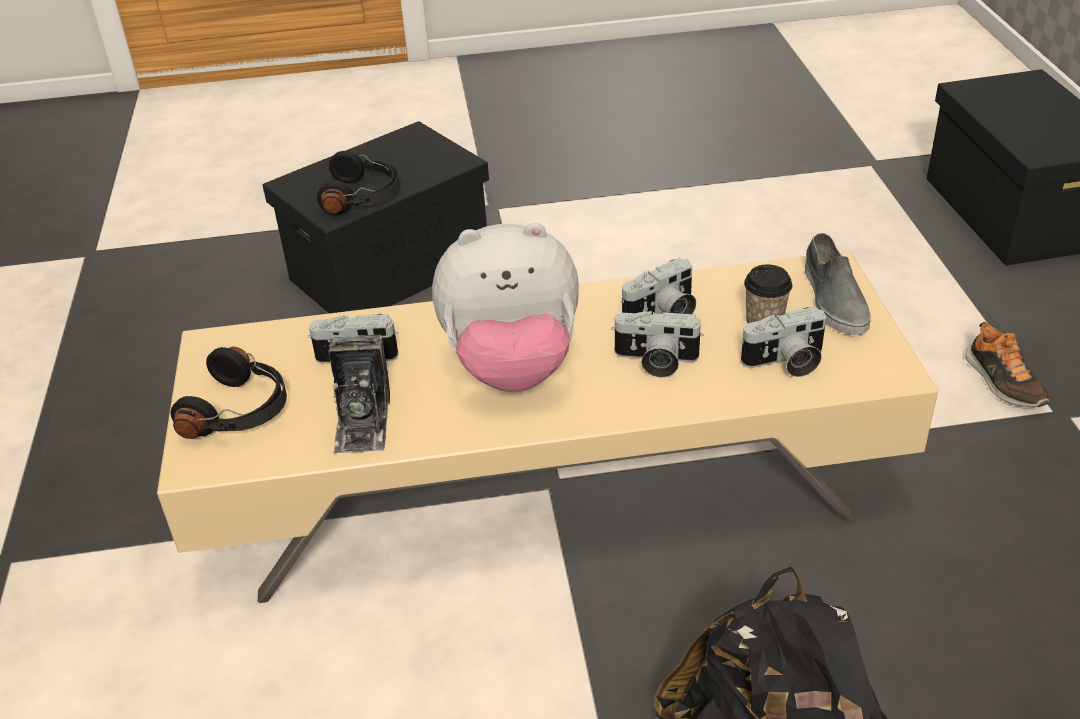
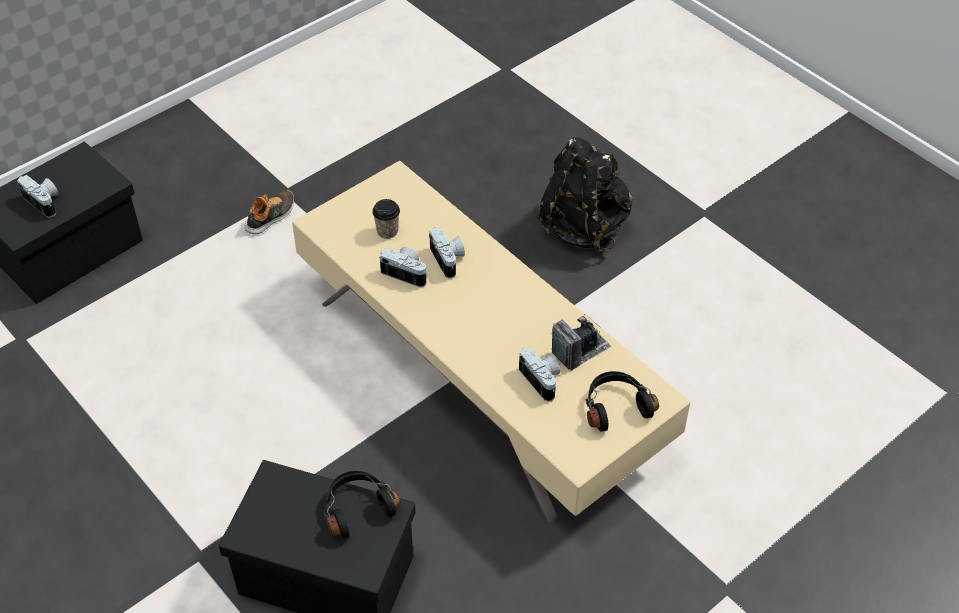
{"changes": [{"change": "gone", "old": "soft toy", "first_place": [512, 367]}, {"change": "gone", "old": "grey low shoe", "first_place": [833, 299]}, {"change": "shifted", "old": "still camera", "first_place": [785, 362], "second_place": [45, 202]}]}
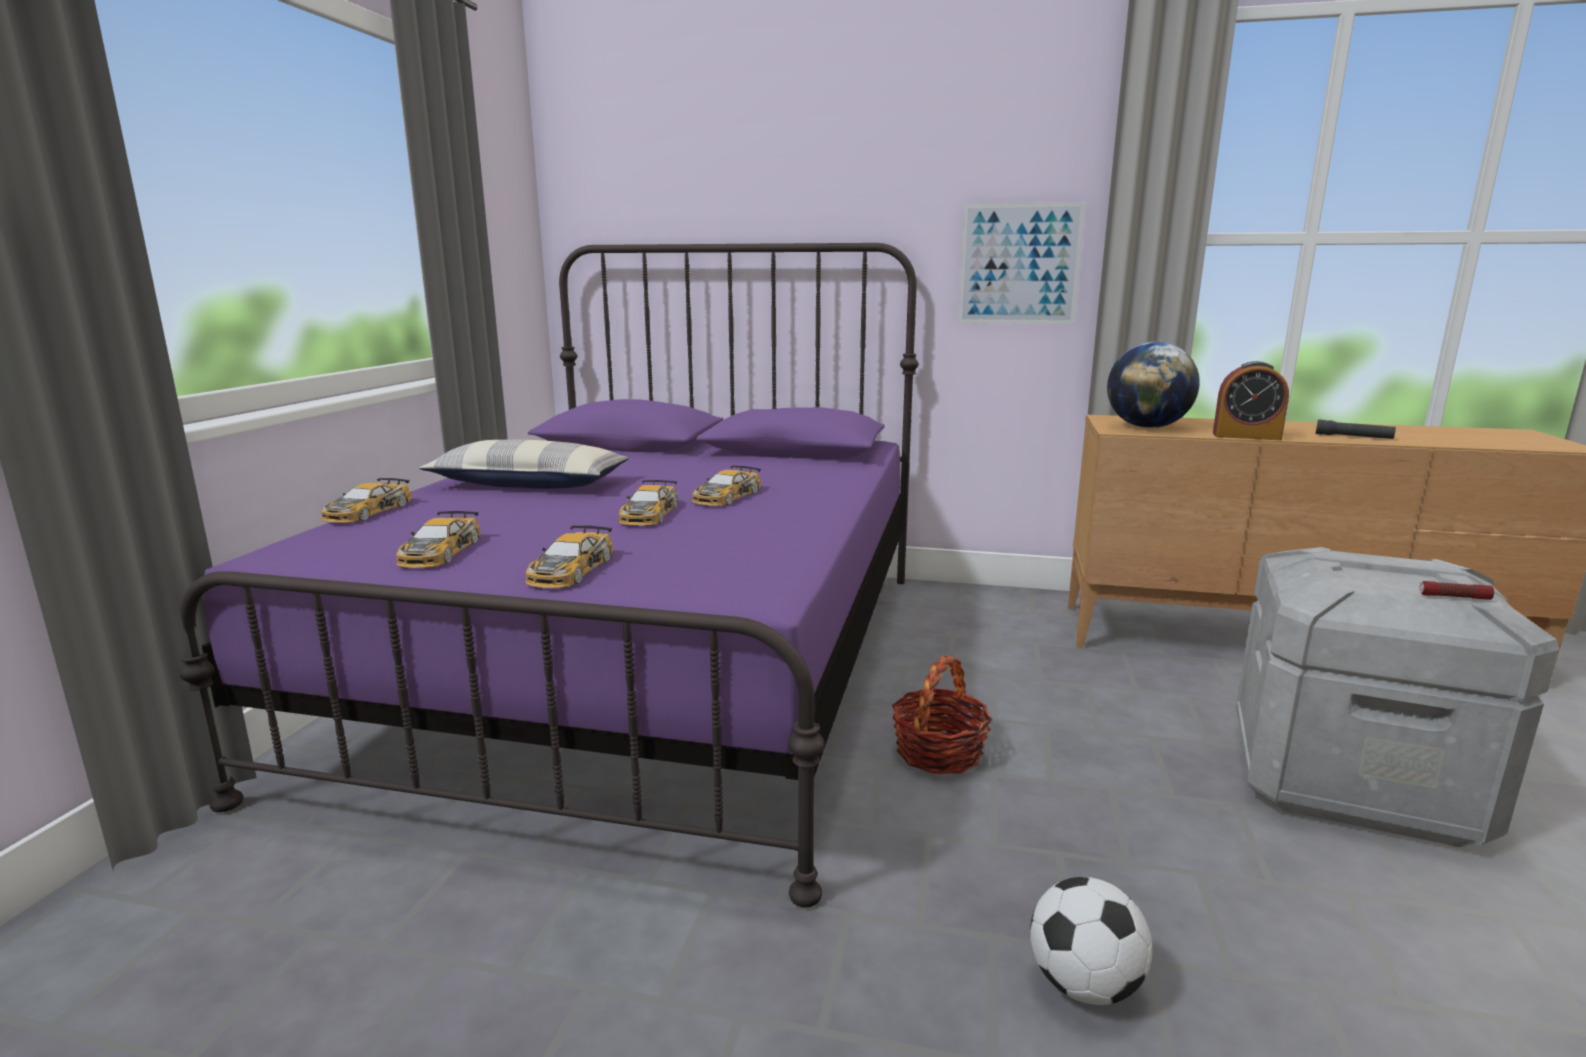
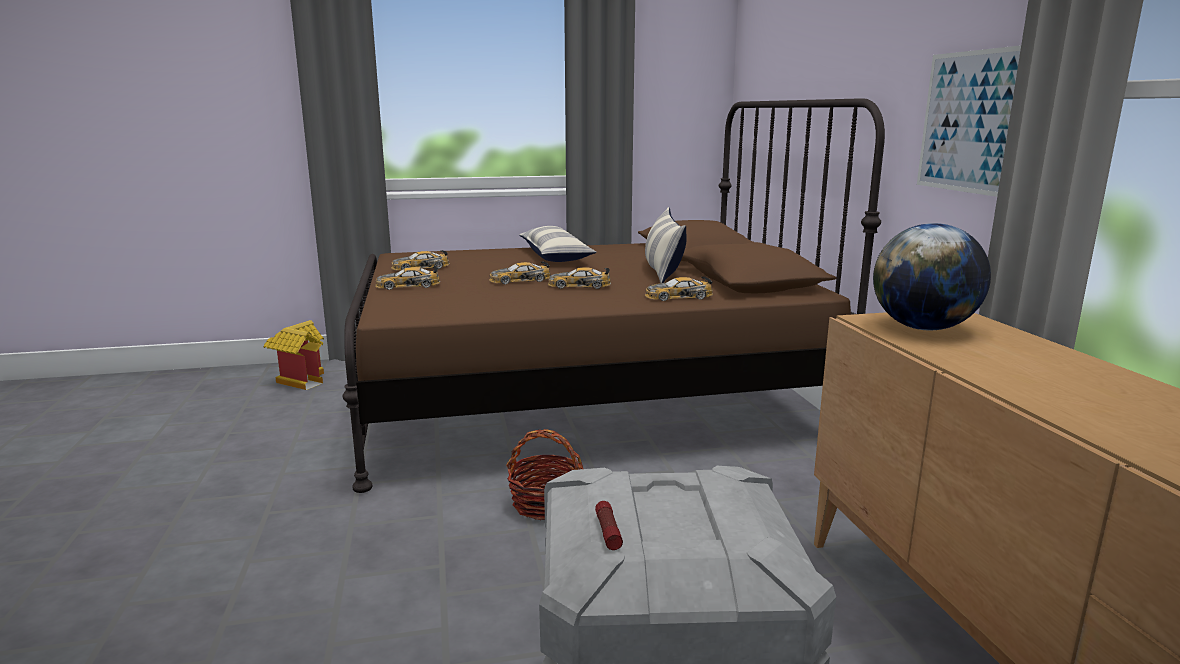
{"changes": [{"change": "repainted", "old": "purple-coloured sleeping bed", "new": "brownish sleeping bed", "first_place": [654, 664], "second_place": [584, 396]}, {"change": "gone", "old": "table clock", "first_place": [1246, 436]}, {"change": "gone", "old": "black-coloured hand torch", "first_place": [1353, 437]}, {"change": "shifted", "old": "toy car", "first_place": [368, 512], "second_place": [678, 297]}, {"change": "gone", "old": "football", "first_place": [1084, 985]}, {"change": "new", "new": "pillow", "second_place": [663, 270]}, {"change": "new", "new": "model house", "second_place": [300, 380]}]}
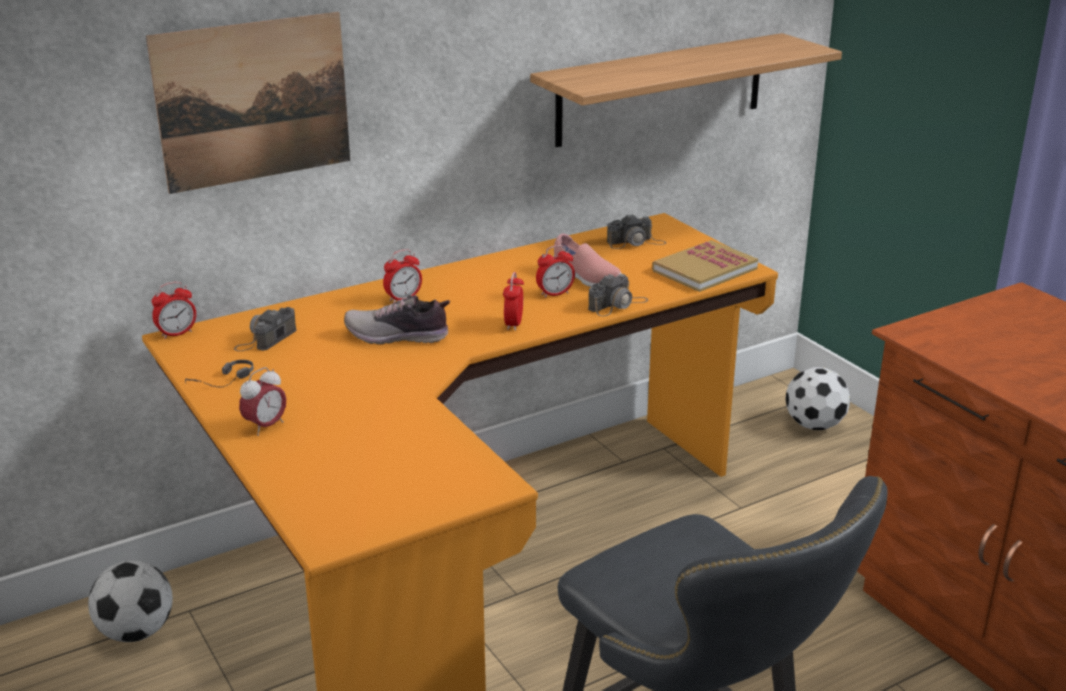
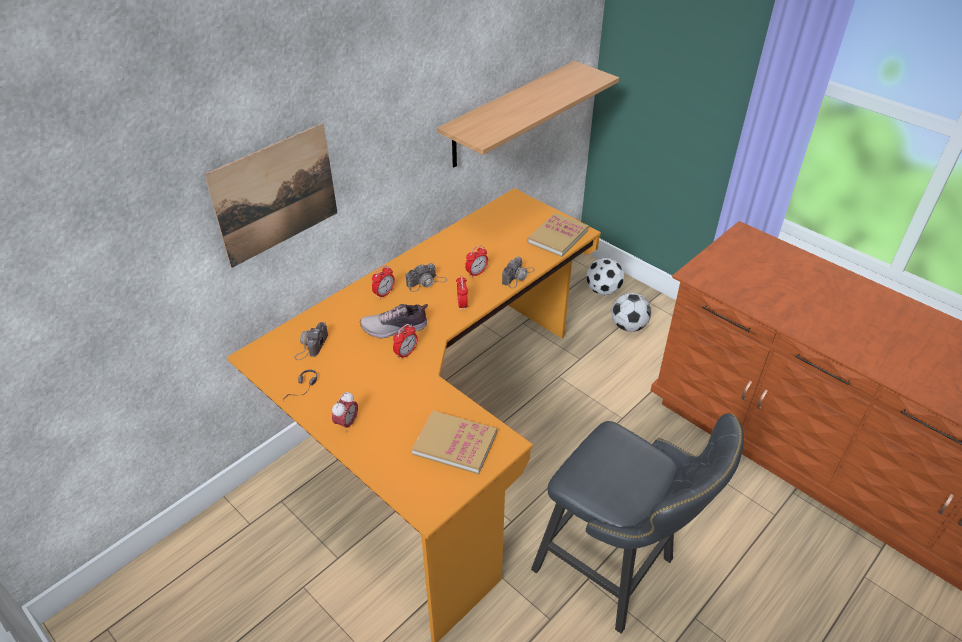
{"changes": [{"change": "shifted", "old": "still camera", "first_place": [636, 242], "second_place": [426, 282]}, {"change": "gone", "old": "pinkish low shoe", "first_place": [585, 278]}, {"change": "shifted", "old": "table clock", "first_place": [177, 333], "second_place": [406, 353]}, {"change": "shifted", "old": "football", "first_place": [136, 632], "second_place": [628, 326]}, {"change": "new", "new": "bound book", "second_place": [455, 444]}]}
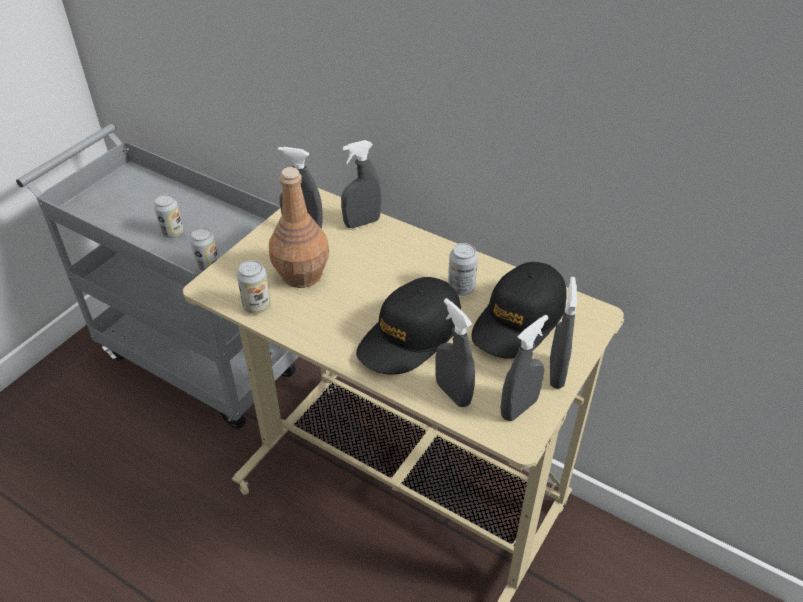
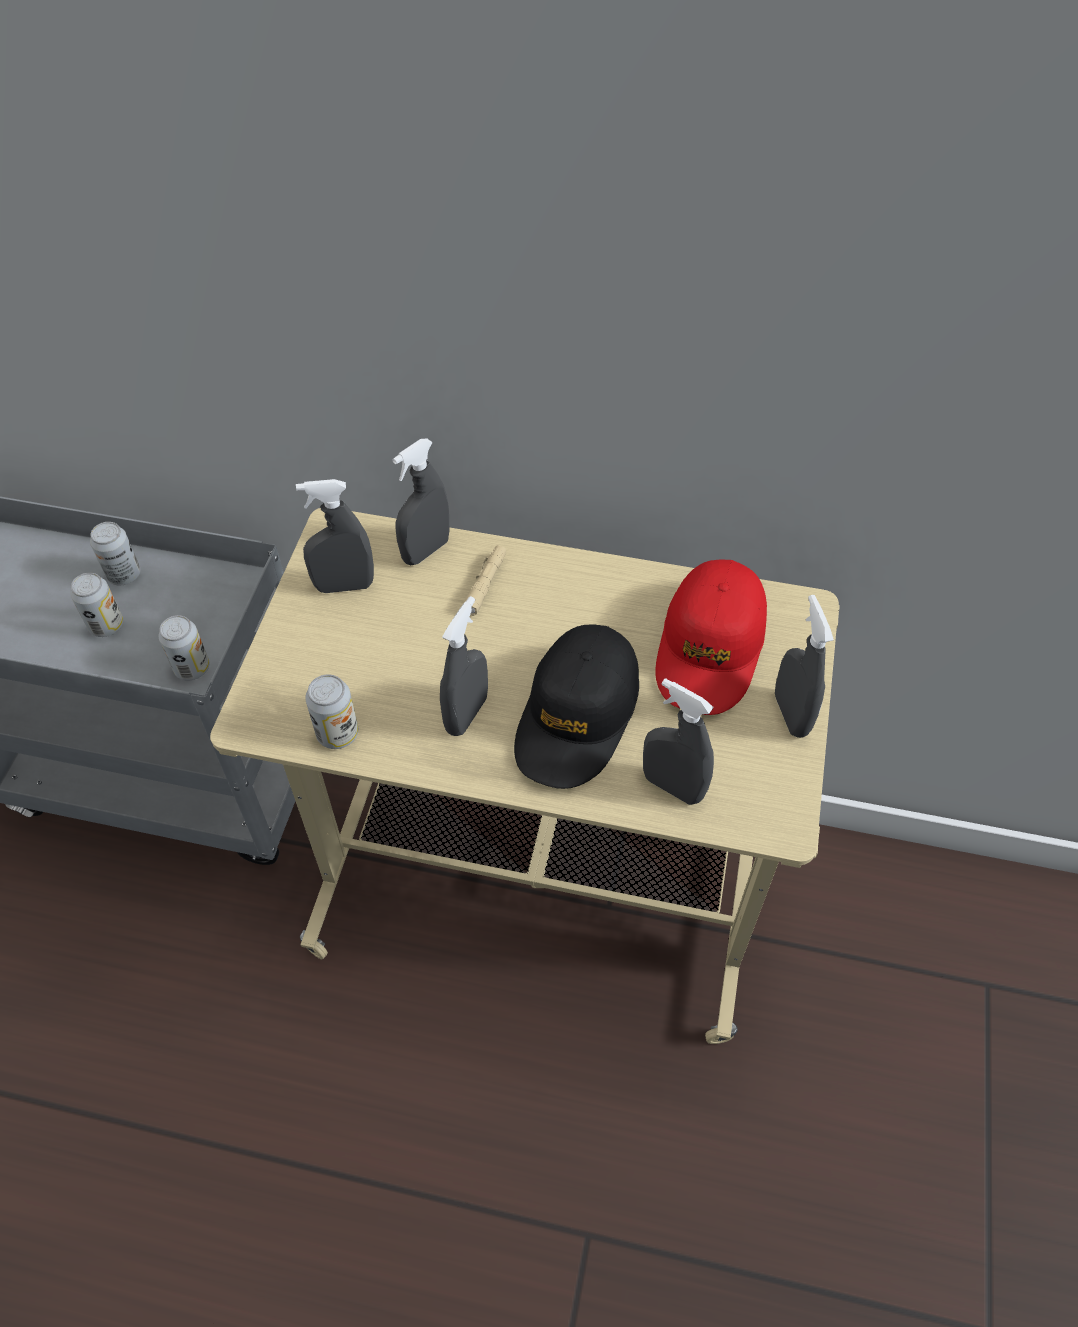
{"changes": [{"change": "gone", "old": "brownish beverage bottle", "first_place": [301, 275]}, {"change": "shifted", "old": "sealed can", "first_place": [461, 288], "second_place": [124, 575]}, {"change": "repainted", "old": "black-coloured baseball cap", "new": "red-coloured baseball cap", "first_place": [519, 320], "second_place": [710, 648]}, {"change": "shifted", "old": "grey hand sprayer", "first_place": [519, 408], "second_place": [466, 714]}, {"change": "new", "new": "beige-coloured hand torch", "second_place": [485, 584]}]}
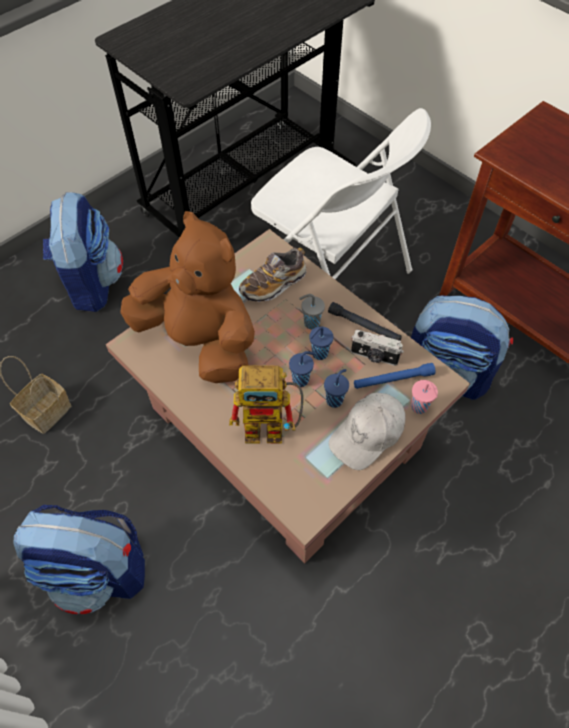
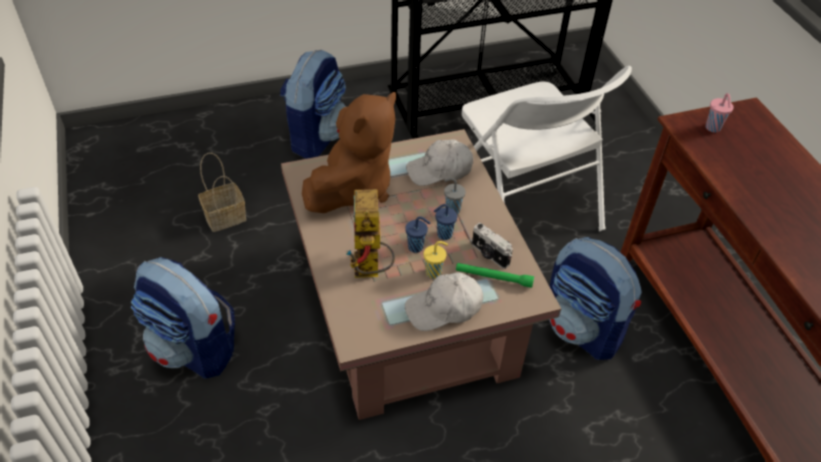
{"changes": [{"change": "rotated", "old": "brownish soft toy", "first_place": [200, 341], "second_place": [353, 188], "degrees": 60}, {"change": "swapped", "old": "low shoe", "new": "white-coloured baseball cap", "first_place": [273, 284], "second_place": [440, 170]}, {"change": "gone", "old": "black-coloured hand torch", "first_place": [364, 326]}, {"change": "repainted", "old": "bluish hand torch", "new": "green hand torch", "first_place": [393, 379], "second_place": [493, 278]}, {"change": "rotated", "old": "model robot", "first_place": [273, 427], "second_place": [370, 271], "degrees": 60}, {"change": "repainted", "old": "bluish cup", "new": "yellowish cup", "first_place": [335, 399], "second_place": [434, 272]}, {"change": "shifted", "old": "pinkish cup", "first_place": [420, 407], "second_place": [713, 128]}]}
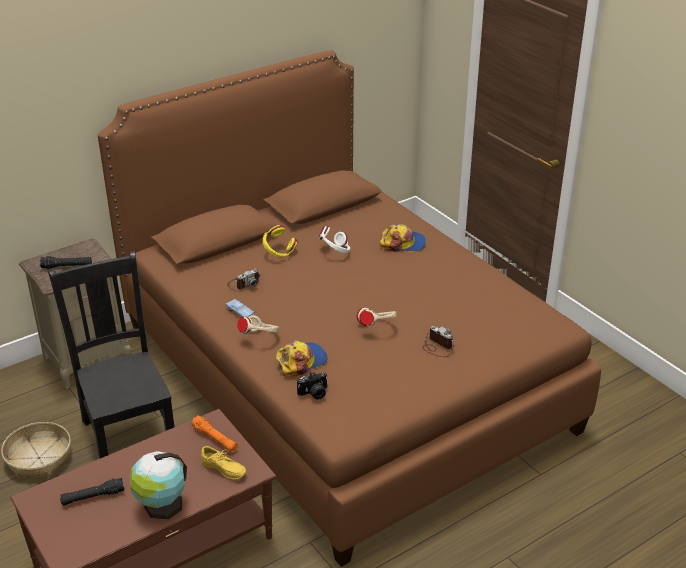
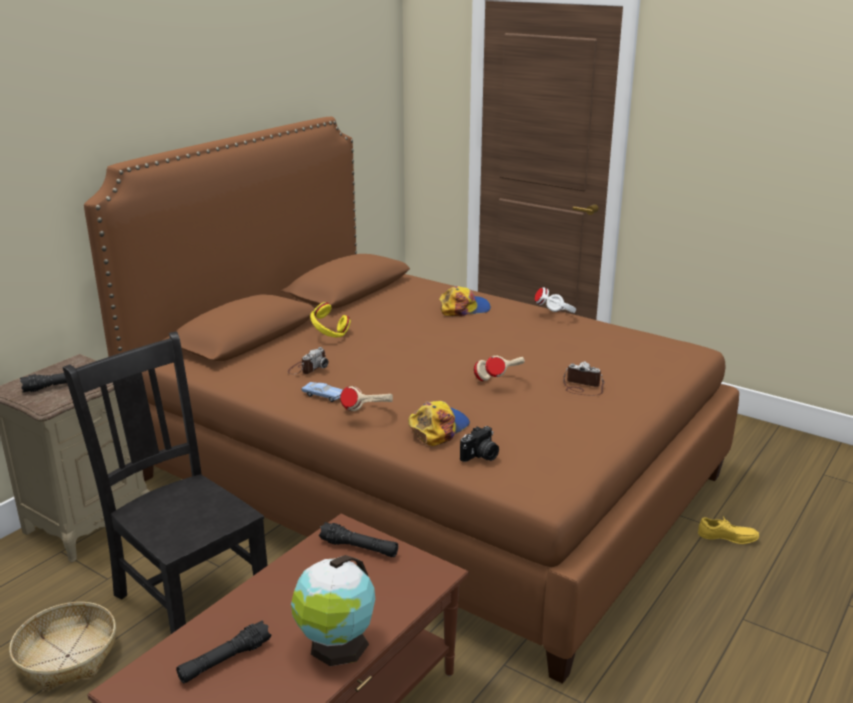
{"changes": [{"change": "shifted", "old": "white-coloured pair of headphones", "first_place": [335, 251], "second_place": [556, 316]}, {"change": "repainted", "old": "orange hand torch", "new": "black-coloured hand torch", "first_place": [215, 439], "second_place": [359, 548]}, {"change": "shifted", "old": "yellowish low shoe", "first_place": [222, 470], "second_place": [727, 539]}]}
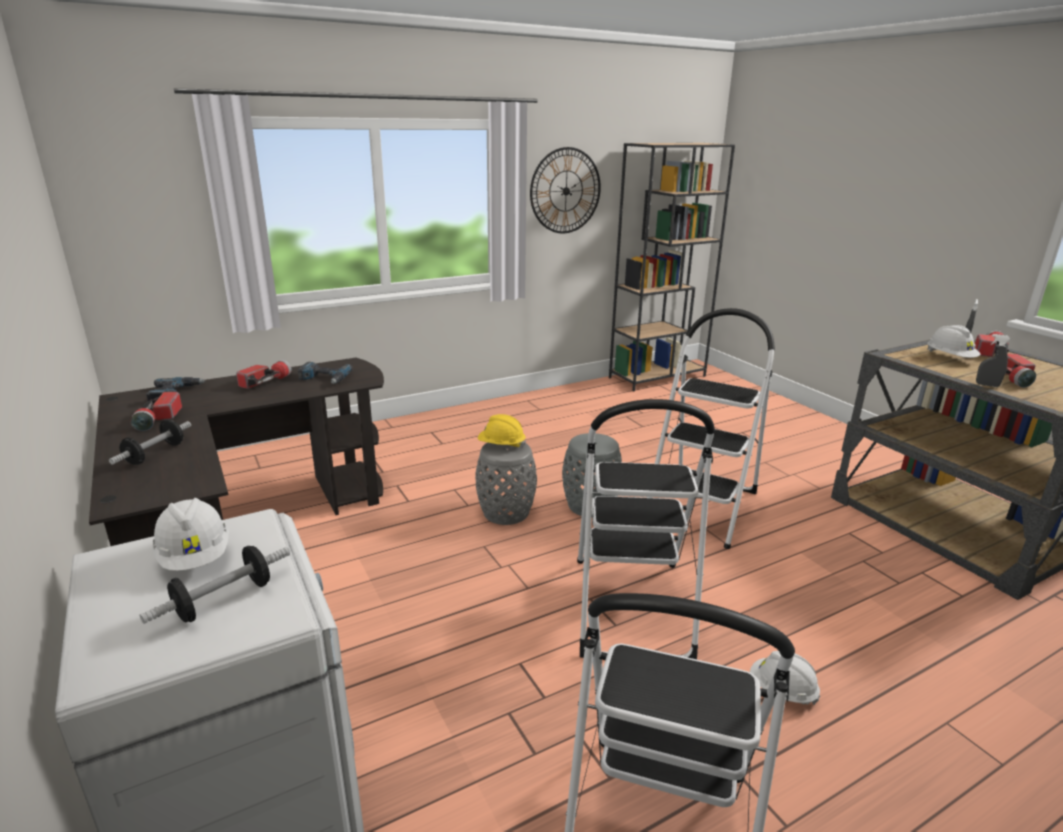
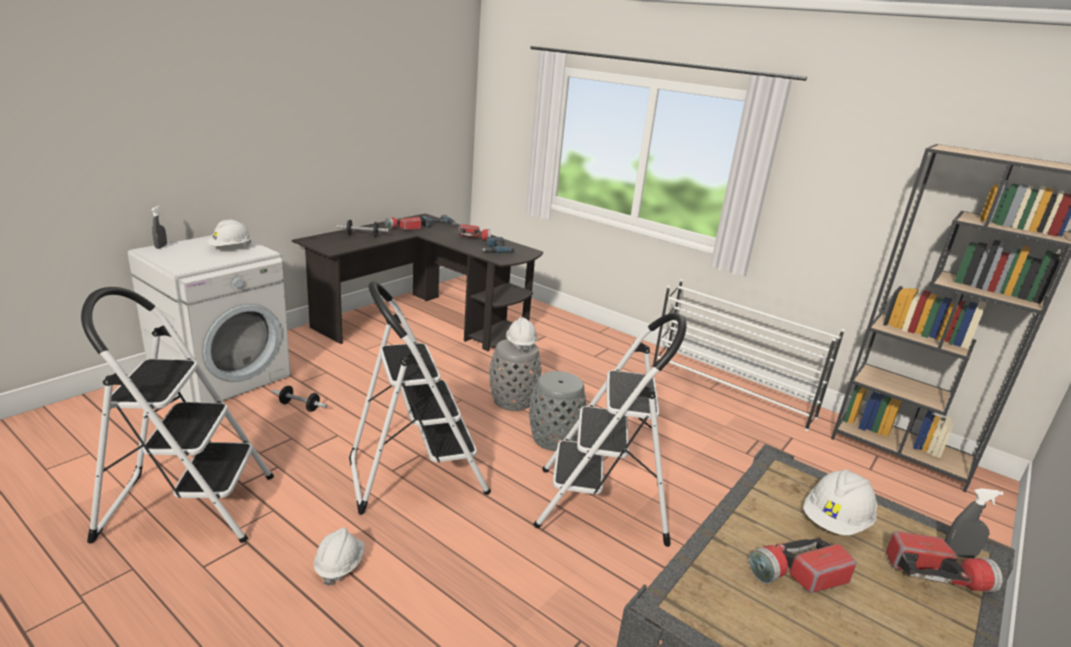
{"changes": [{"change": "gone", "old": "hanging clock", "first_place": [565, 191]}, {"change": "shifted", "old": "grey hand sprayer", "first_place": [987, 385], "second_place": [161, 246]}, {"change": "repainted", "old": "yellowish hard hat", "new": "white-coloured hard hat", "first_place": [501, 445], "second_place": [520, 344]}, {"change": "shifted", "old": "hand weight", "first_place": [224, 600], "second_place": [300, 406]}, {"change": "new", "new": "white-coloured shoe shelf", "second_place": [731, 392]}]}
